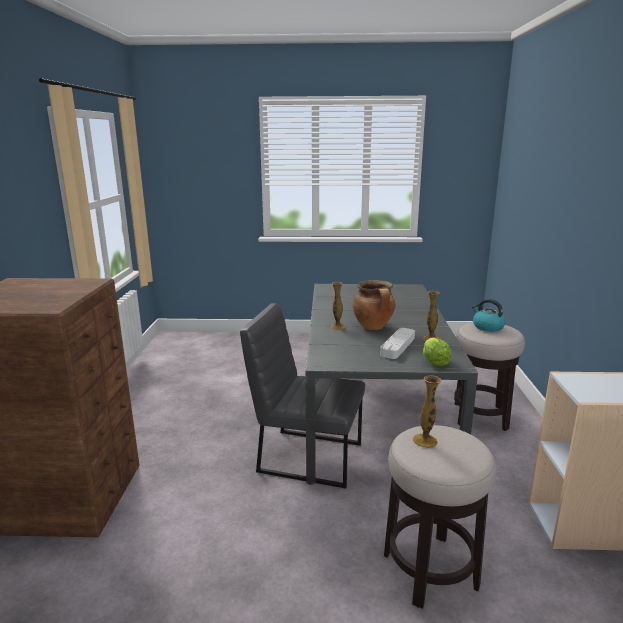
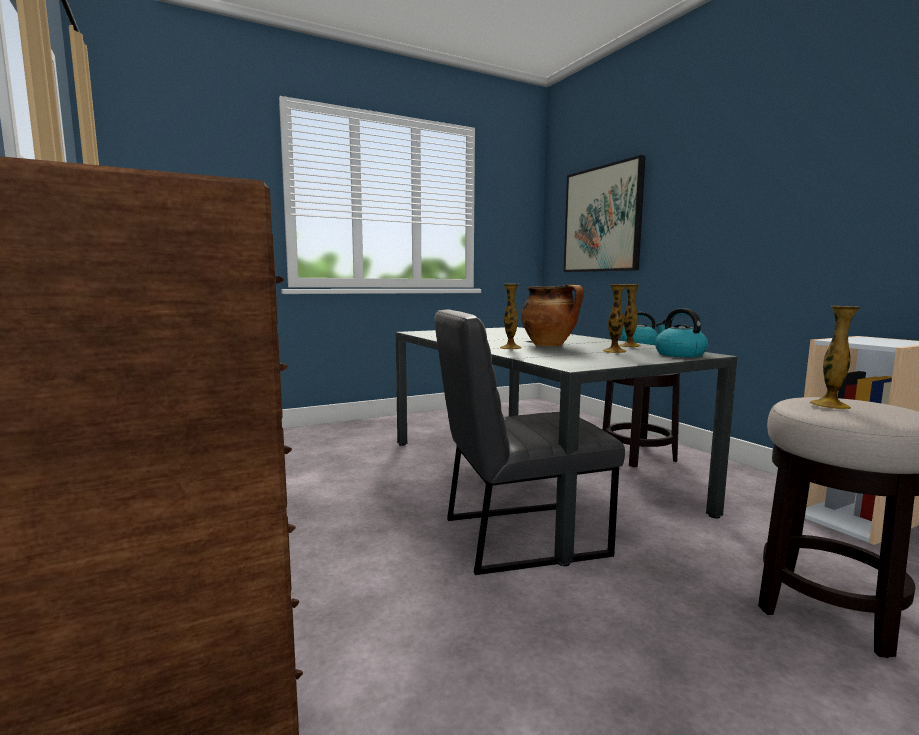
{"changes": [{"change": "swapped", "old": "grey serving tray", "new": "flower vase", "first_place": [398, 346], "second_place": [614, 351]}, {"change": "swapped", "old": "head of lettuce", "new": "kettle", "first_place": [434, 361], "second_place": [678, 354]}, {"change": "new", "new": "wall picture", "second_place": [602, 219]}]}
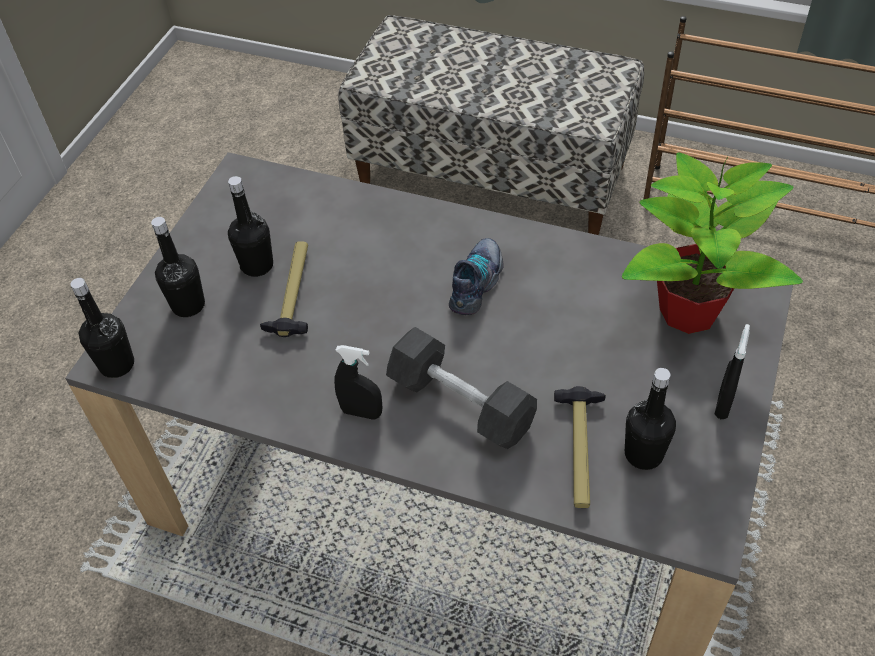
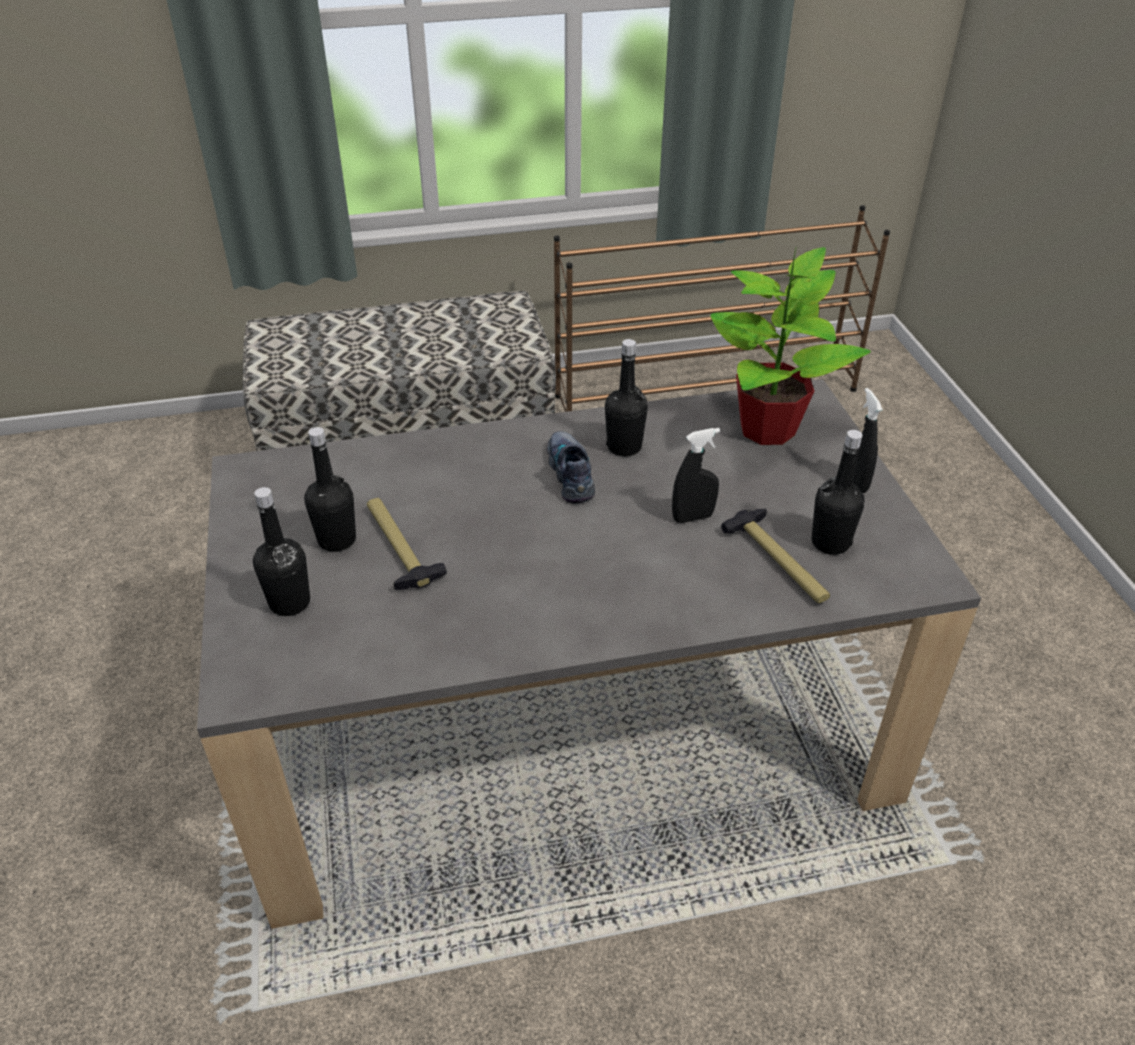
{"changes": [{"change": "shifted", "old": "black-coloured beverage bottle", "first_place": [117, 365], "second_place": [624, 447]}, {"change": "gone", "old": "black-coloured hand weight", "first_place": [461, 403]}, {"change": "shifted", "old": "black-coloured hand sprayer", "first_place": [361, 412], "second_place": [693, 517]}]}
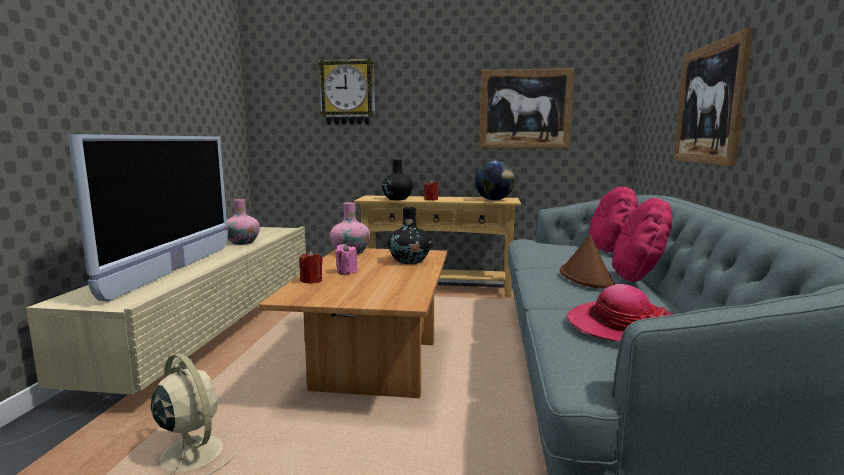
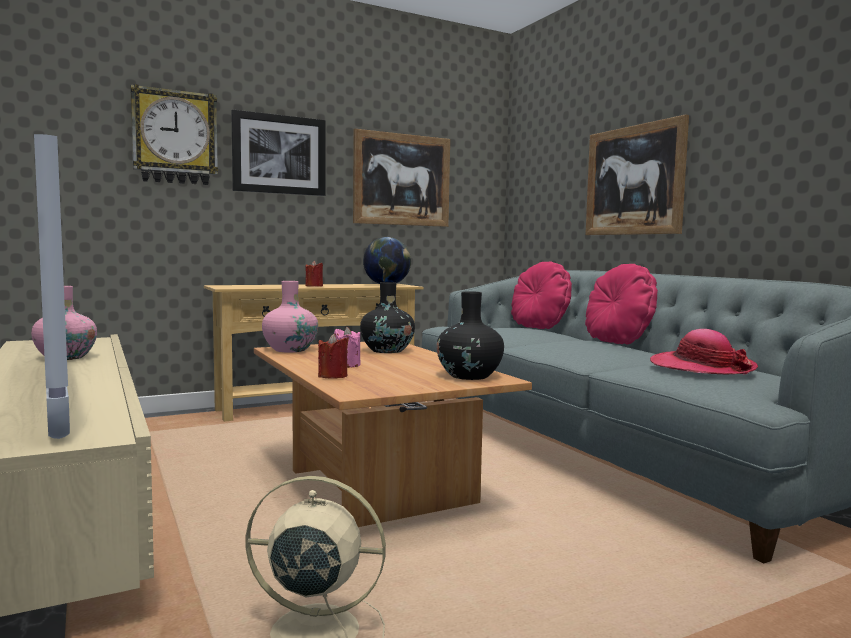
{"changes": [{"change": "shifted", "old": "black-coloured flower vase", "first_place": [397, 199], "second_place": [469, 376]}, {"change": "gone", "old": "brownish hat", "first_place": [586, 277]}, {"change": "new", "new": "wall picture", "second_place": [279, 154]}]}
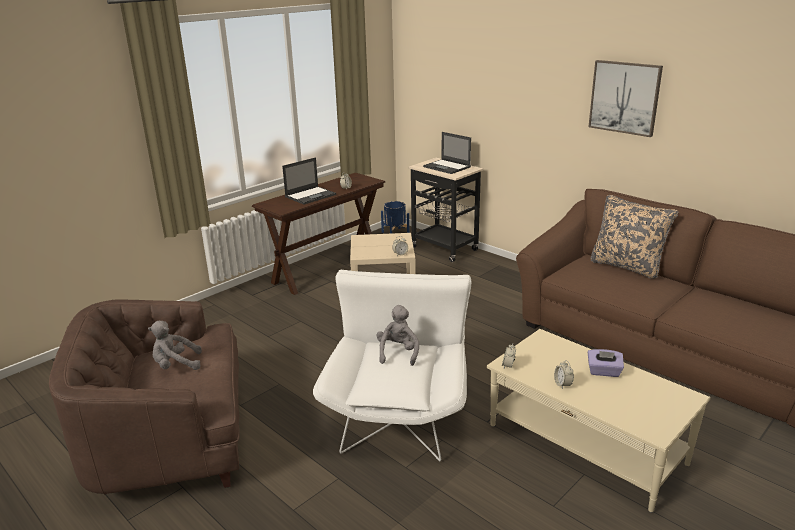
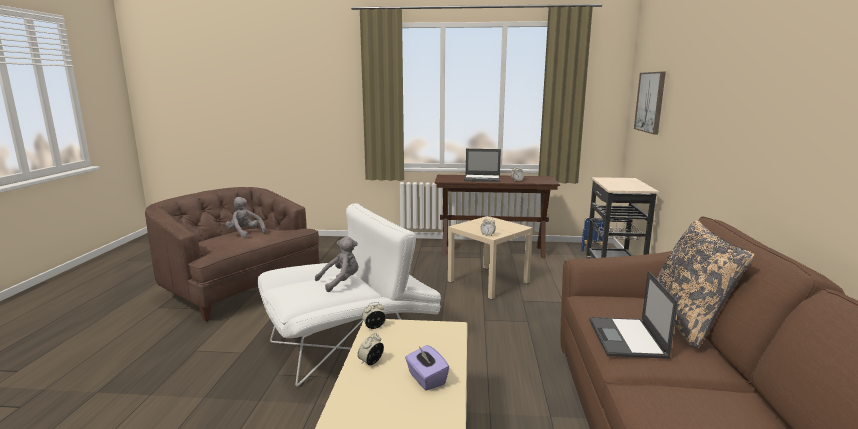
{"changes": [{"change": "shifted", "old": "wall picture", "first_place": [624, 97], "second_place": [650, 102]}, {"change": "shifted", "old": "laptop", "first_place": [447, 167], "second_place": [627, 338]}]}
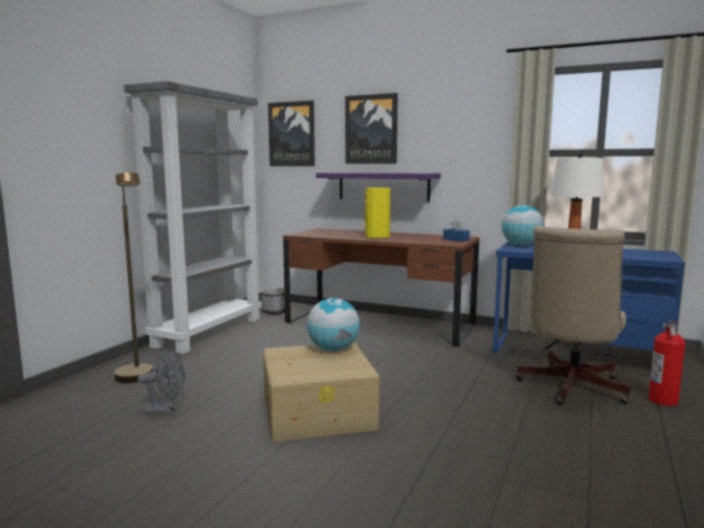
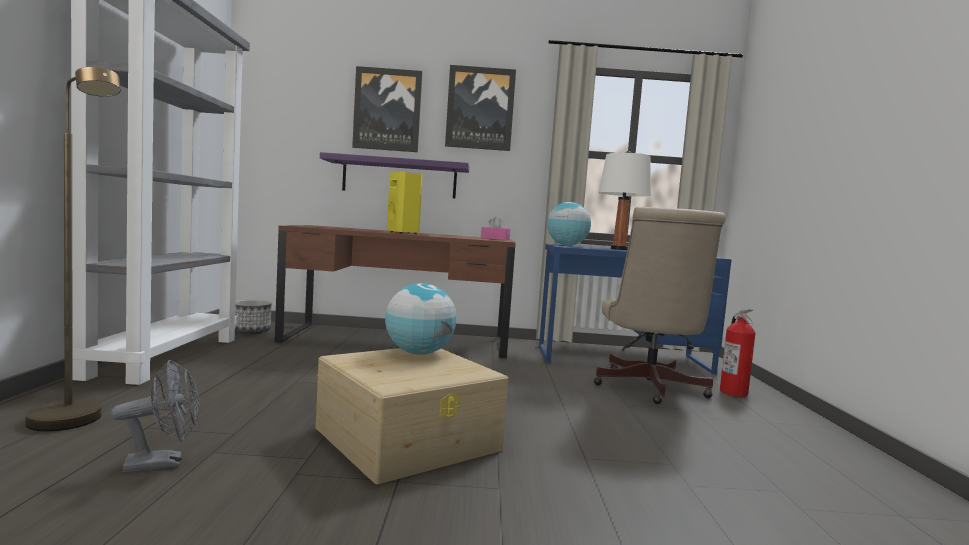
{"changes": [{"change": "shifted", "old": "wall picture", "first_place": [292, 134], "second_place": [480, 108]}, {"change": "repainted", "old": "bluish box of tissues", "new": "pinkish box of tissues", "first_place": [456, 240], "second_place": [495, 239]}]}
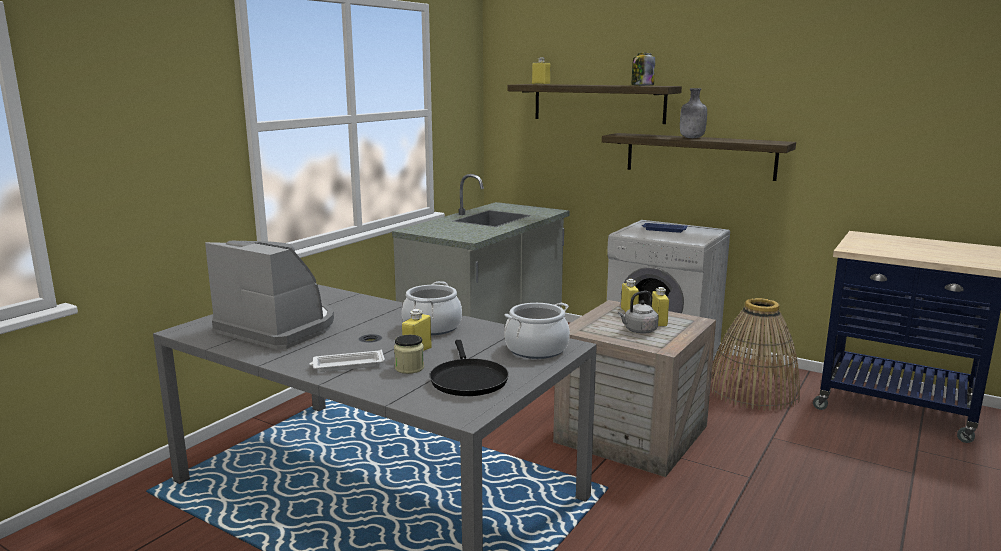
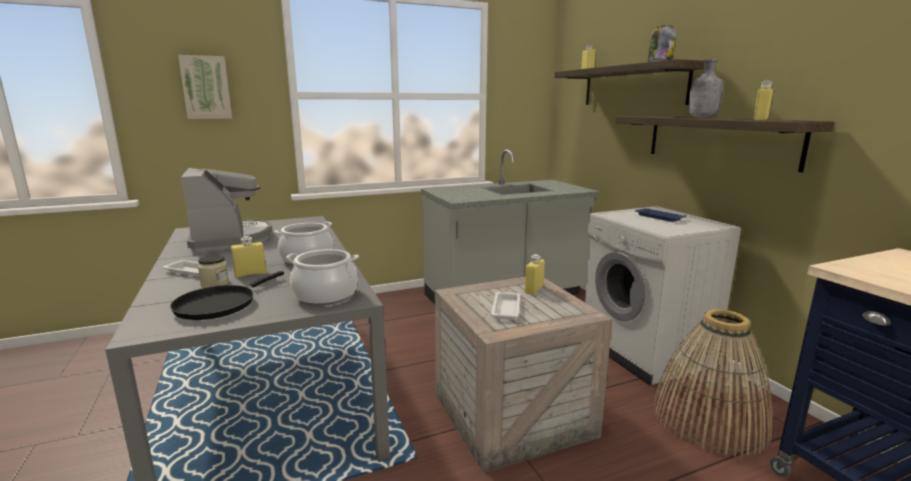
{"changes": [{"change": "shifted", "old": "yellowish beverage bottle", "first_place": [658, 321], "second_place": [760, 119]}, {"change": "swapped", "old": "grey kettle", "new": "white-coloured serving tray", "first_place": [638, 331], "second_place": [506, 308]}, {"change": "new", "new": "wall picture", "second_place": [206, 87]}]}
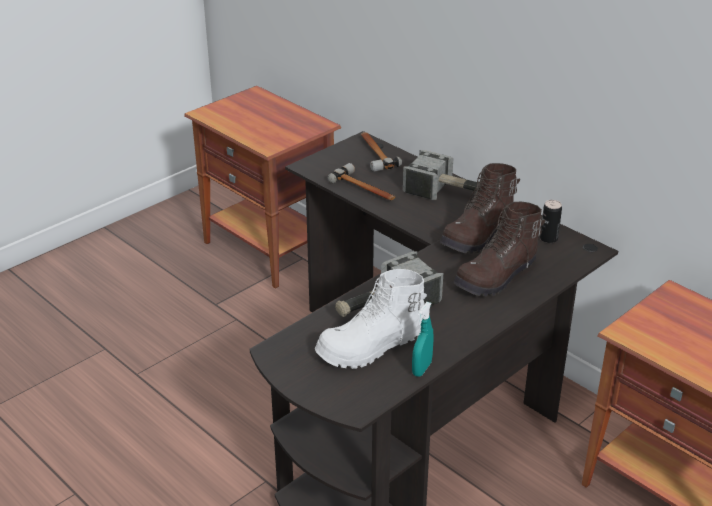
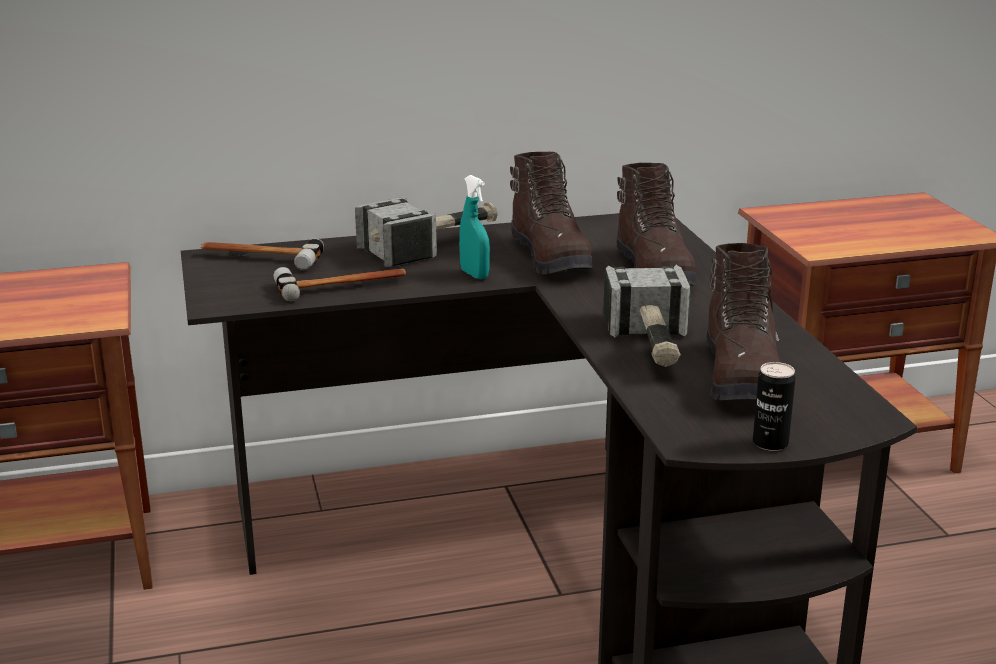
{"changes": [{"change": "shifted", "old": "sealed can", "first_place": [548, 239], "second_place": [770, 443]}, {"change": "repainted", "old": "white-coloured boot", "new": "brownish boot", "first_place": [371, 348], "second_place": [741, 376]}, {"change": "shifted", "old": "turquoise hand sprayer", "first_place": [422, 369], "second_place": [474, 274]}]}
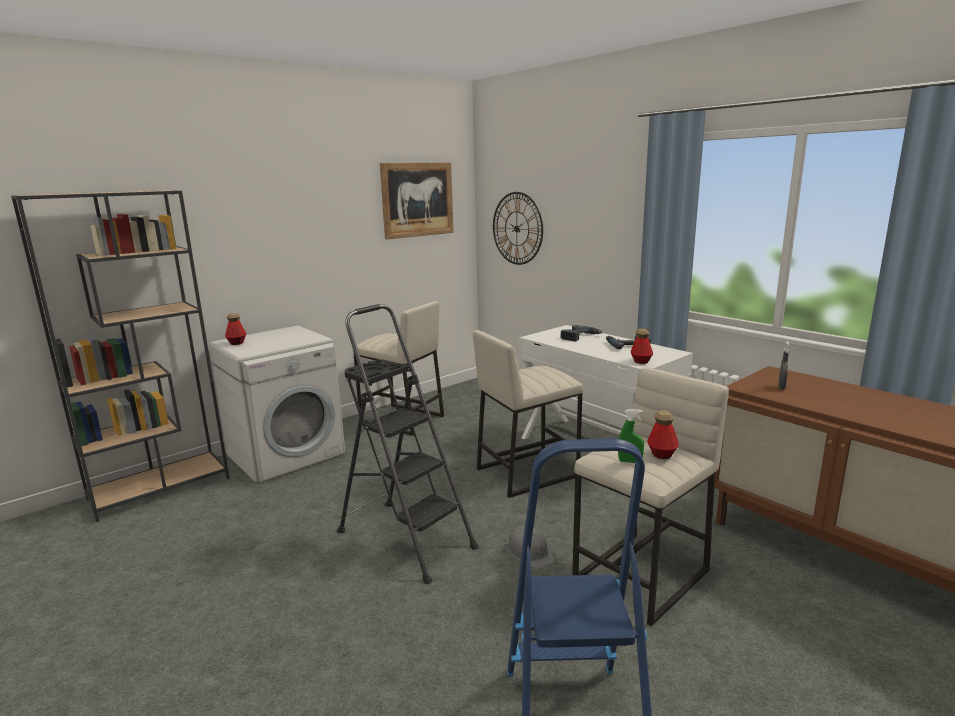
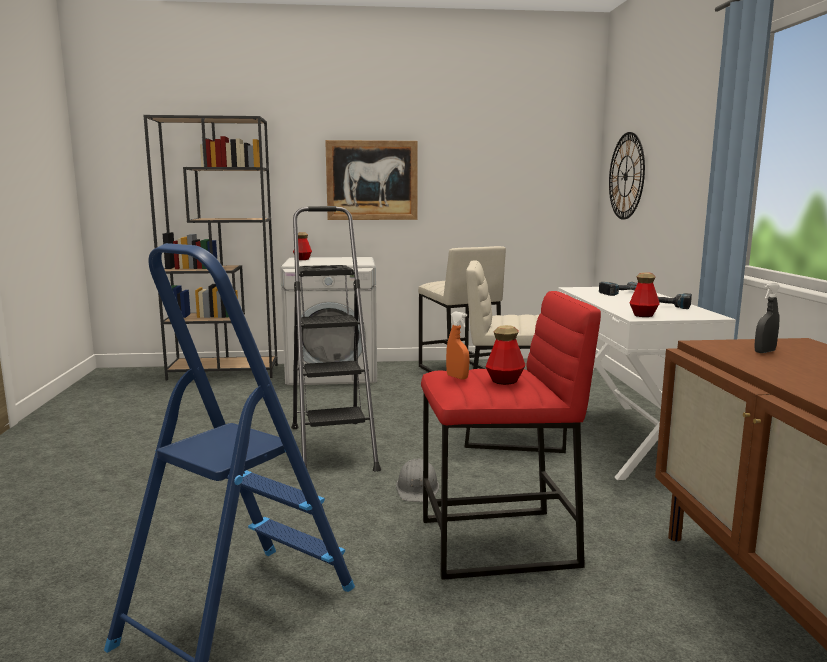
{"changes": [{"change": "shifted", "old": "wall picture", "first_place": [417, 199], "second_place": [372, 180]}, {"change": "repainted", "old": "beige-coloured stool", "new": "red-coloured stool", "first_place": [641, 575], "second_place": [498, 542]}, {"change": "repainted", "old": "green hand sprayer", "new": "orange hand sprayer", "first_place": [630, 461], "second_place": [457, 377]}]}
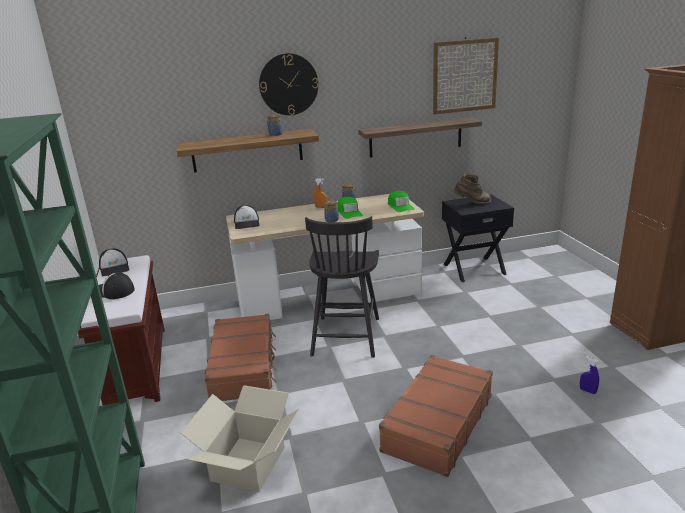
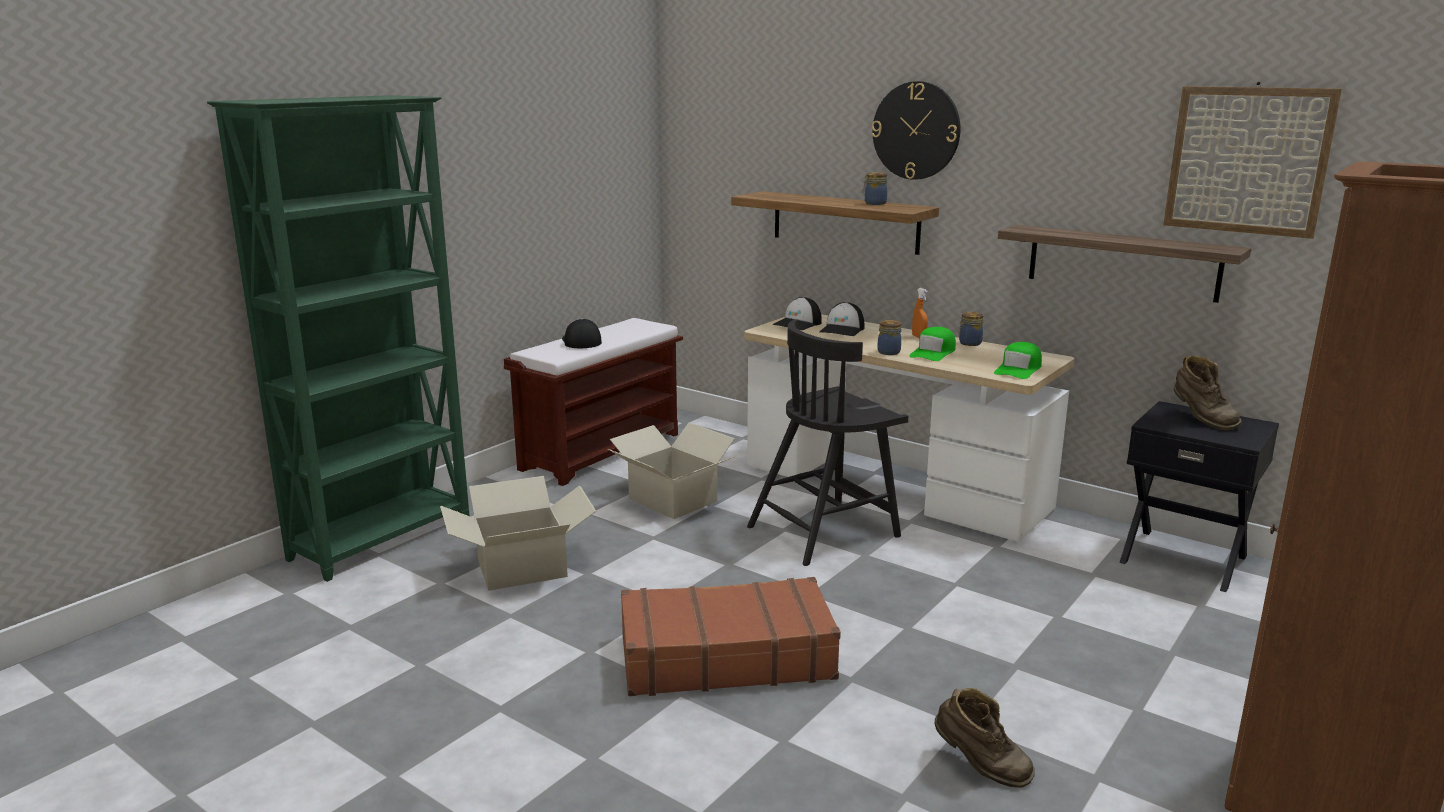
{"changes": [{"change": "shifted", "old": "baseball cap", "first_place": [115, 268], "second_place": [842, 330]}, {"change": "swapped", "old": "brownish piece of luggage", "new": "carton", "first_place": [244, 366], "second_place": [673, 499]}, {"change": "swapped", "old": "bluish hand sprayer", "new": "brownish boot", "first_place": [587, 391], "second_place": [980, 767]}]}
